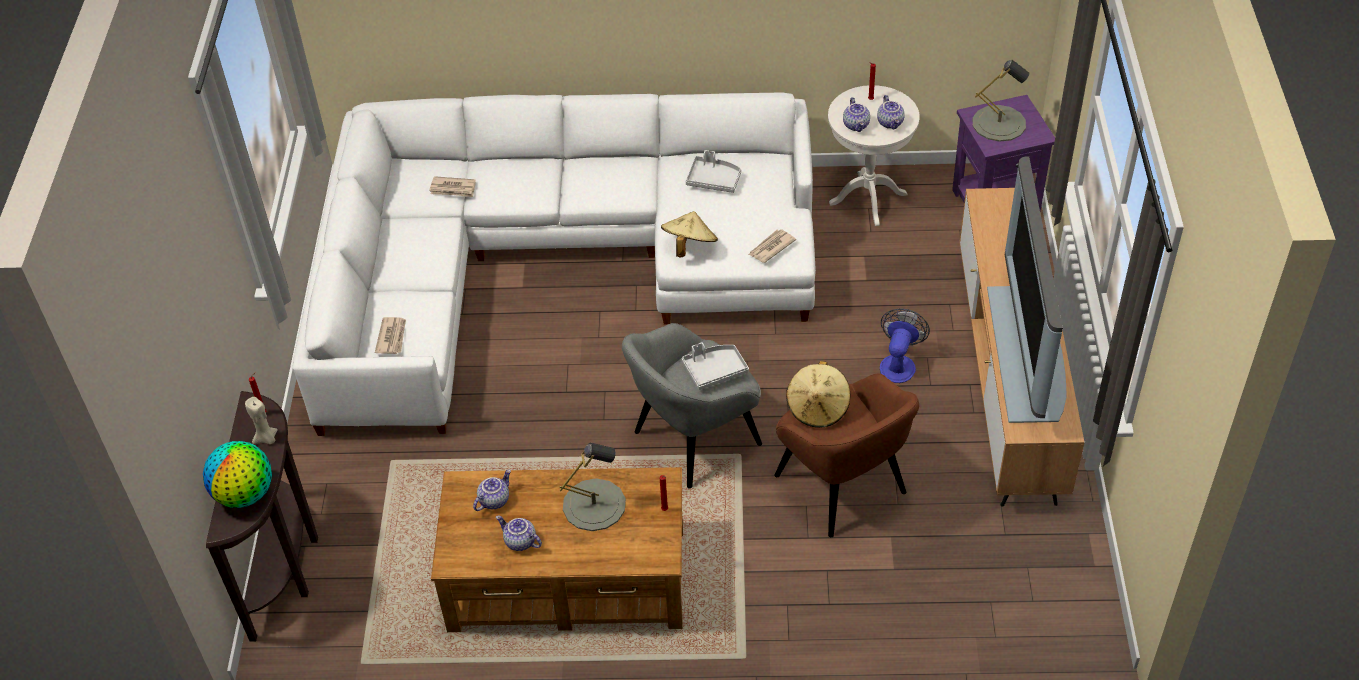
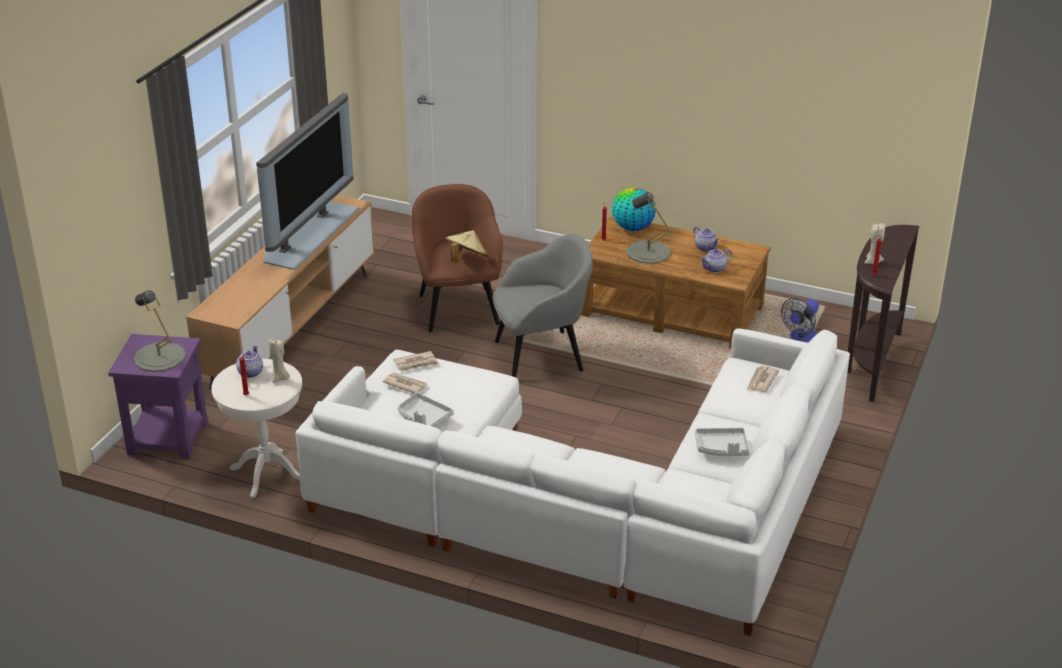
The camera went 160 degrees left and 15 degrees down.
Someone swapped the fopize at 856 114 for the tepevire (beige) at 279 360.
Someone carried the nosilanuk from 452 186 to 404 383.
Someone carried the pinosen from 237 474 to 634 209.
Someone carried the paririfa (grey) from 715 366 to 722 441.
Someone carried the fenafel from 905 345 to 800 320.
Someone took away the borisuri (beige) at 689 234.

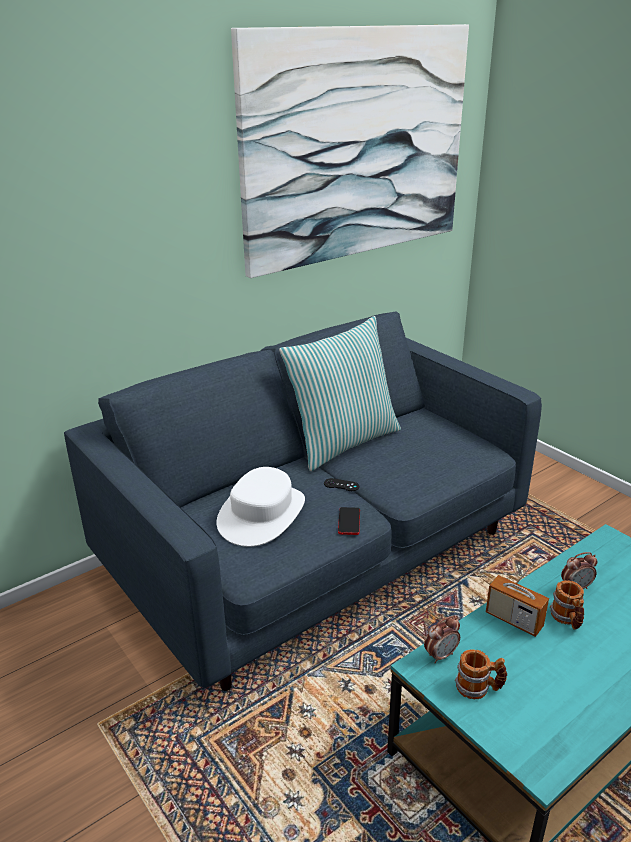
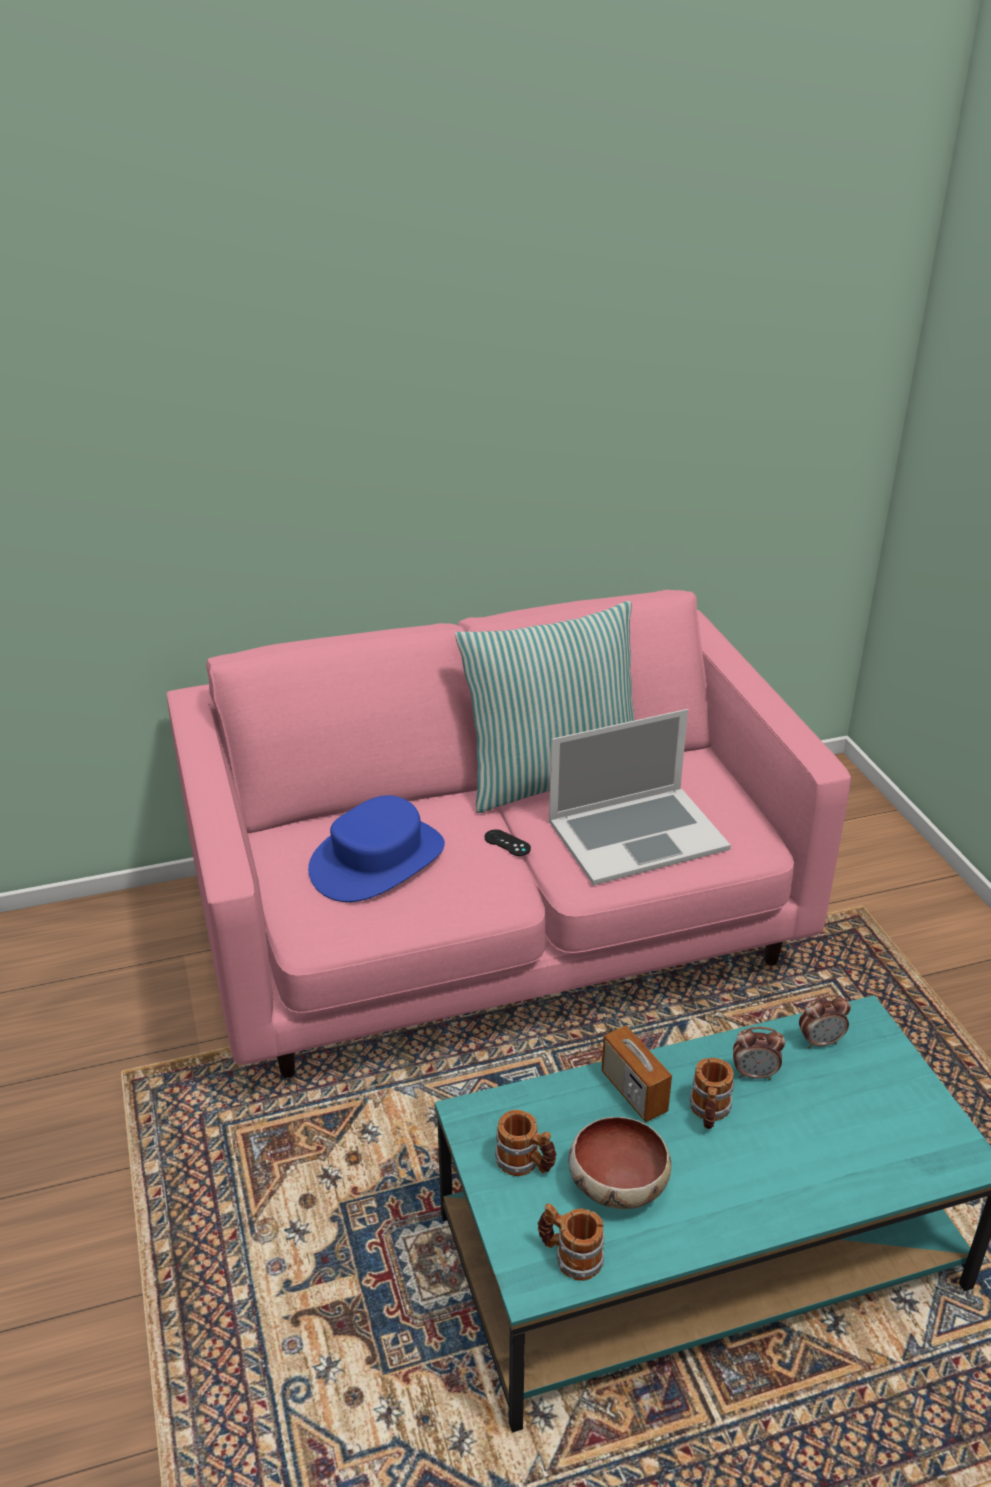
The camera went 20 degrees right and 5 degrees up.
Someone repainted the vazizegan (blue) at 303 501, which became the vazizegan (pink) at 509 834.
Someone repainted the borisuri (white) at 260 507, which became the borisuri (blue) at 376 848.
Someone put down the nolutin at 571 1242.
Someone put down the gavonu at 640 797.
Someone put down the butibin at 620 1163.
Someone carried the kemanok from 442 639 to 825 1022.
Someone took away the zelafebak at 350 151.
Someone took away the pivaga at 349 521.

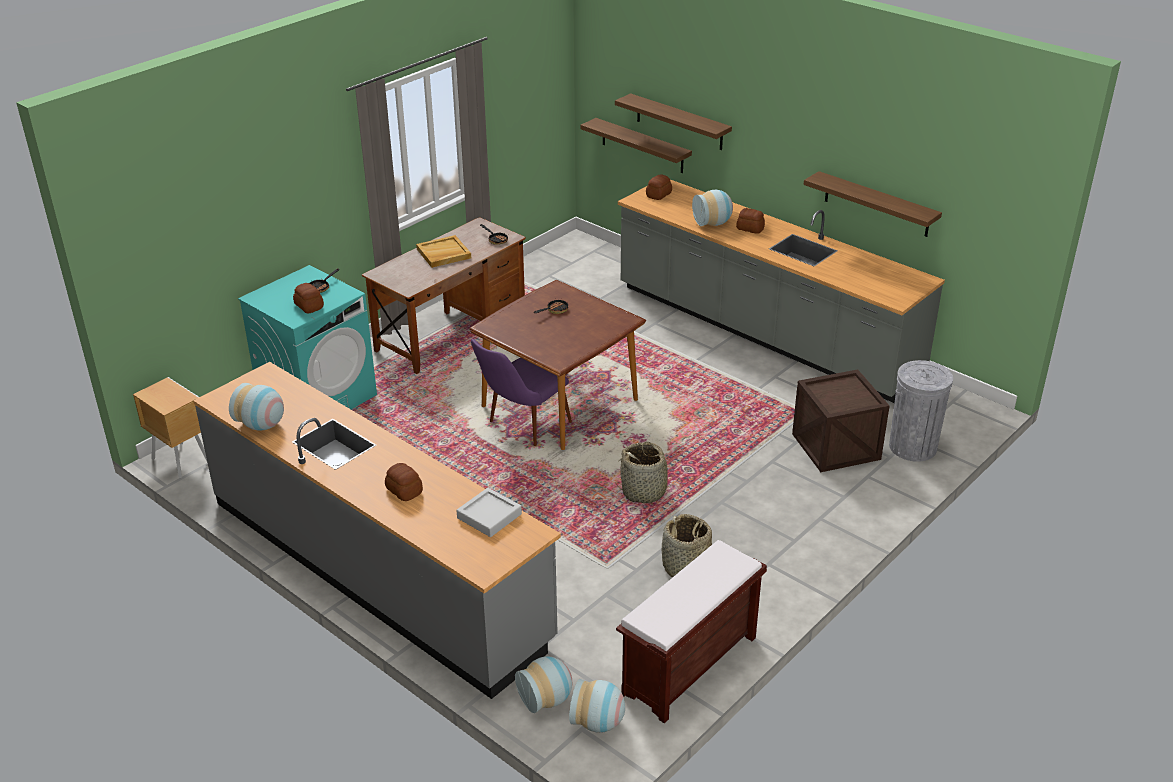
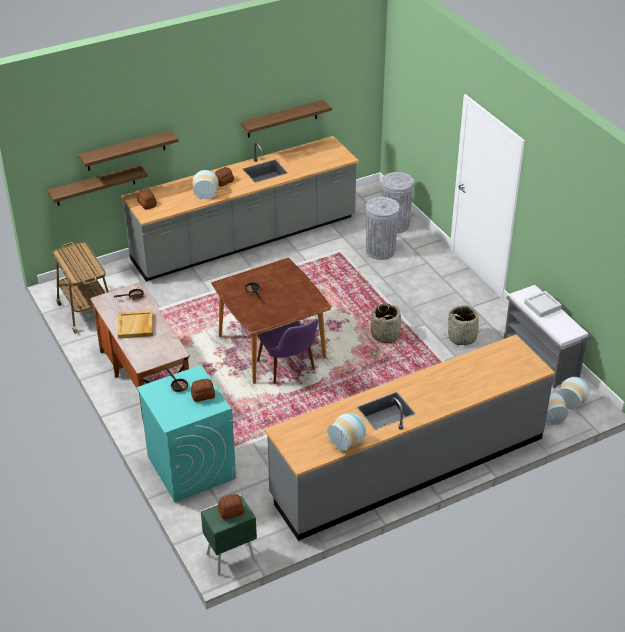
The camera went 70 degrees left and 5 degrees up.
Someone put down the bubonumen at 80 287.
Someone repainted the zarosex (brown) at 170 428, which became the zarosex (green) at 229 535.
Someone carried the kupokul from 404 482 to 231 507.
Someone swapped the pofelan at 841 420 for the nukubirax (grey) at 382 228.
Someone repainted the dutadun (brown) at 691 631, which became the dutadun (grey) at 547 336.
Someone carried the paririfa (grey) from 489 512 to 543 304.

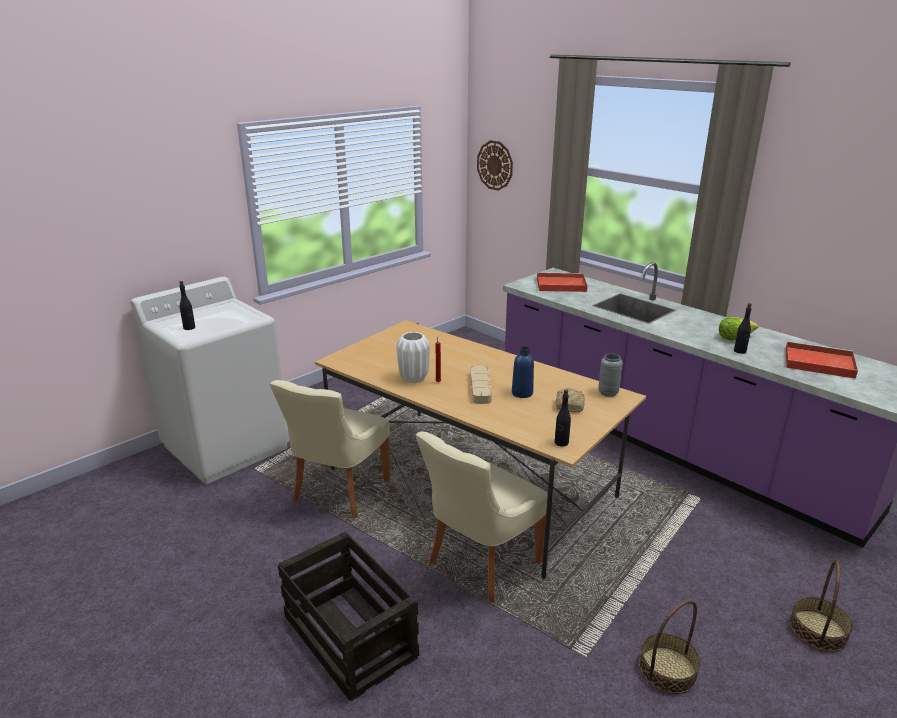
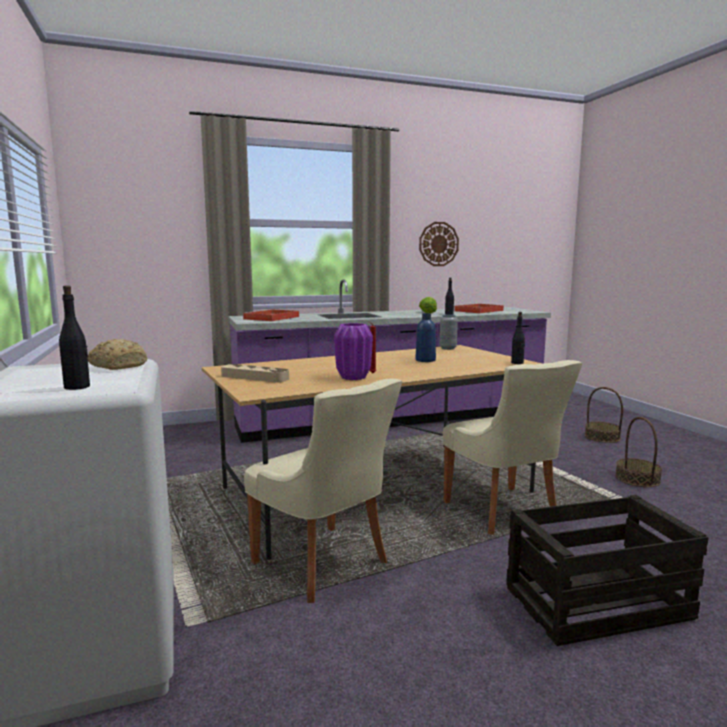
The camera went 65 degrees left and 15 degrees down.
Someone carried the kupokul from 570 400 to 117 354.
Someone carried the paririfa (beige) from 481 385 to 255 373.
Someone repainted the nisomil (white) at 413 357, which became the nisomil (purple) at 353 351.
Someone carried the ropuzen from 495 165 to 439 244.

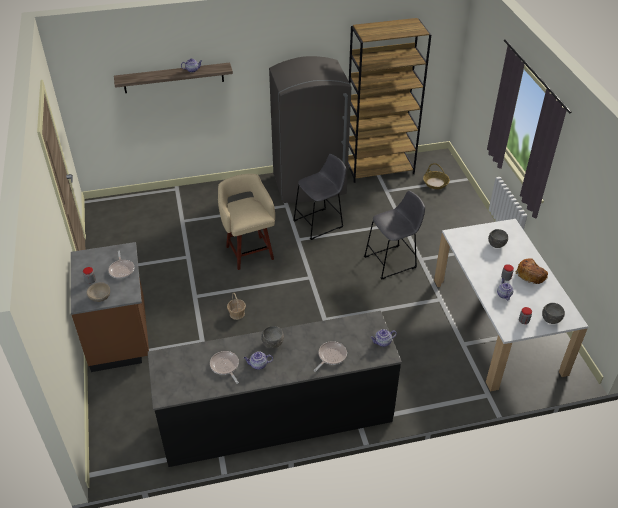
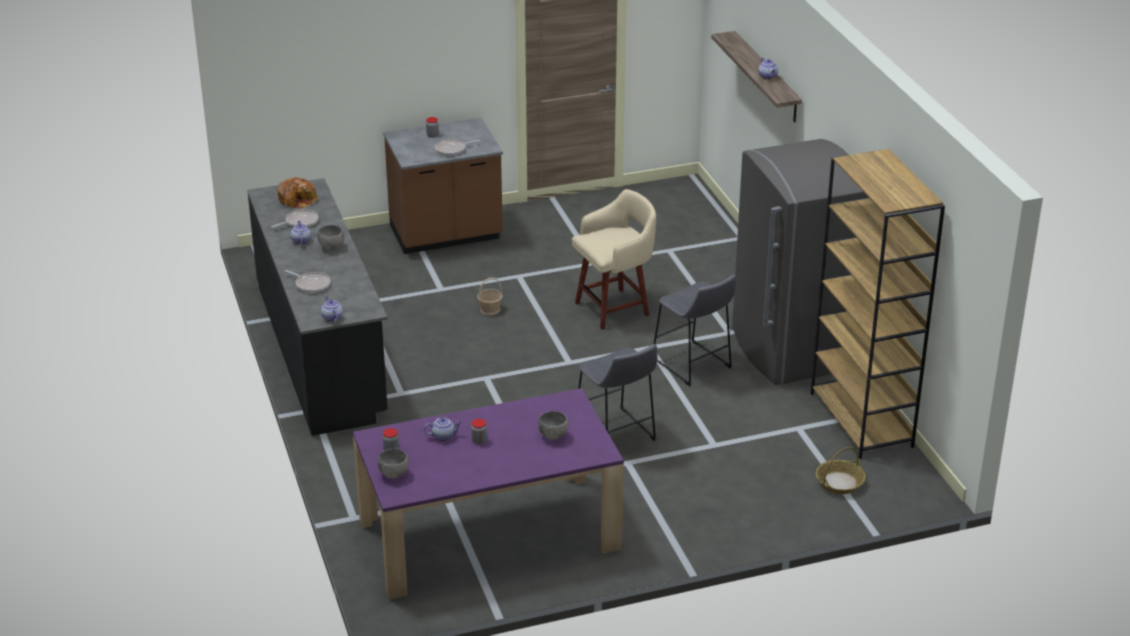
The camera went 85 degrees right and 10 degrees down.
Someone carried the kupokul from 531 271 to 298 193.
Someone repainted the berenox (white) at 511 305, which became the berenox (purple) at 488 494.
Someone took away the butibin (beige) at 98 292.

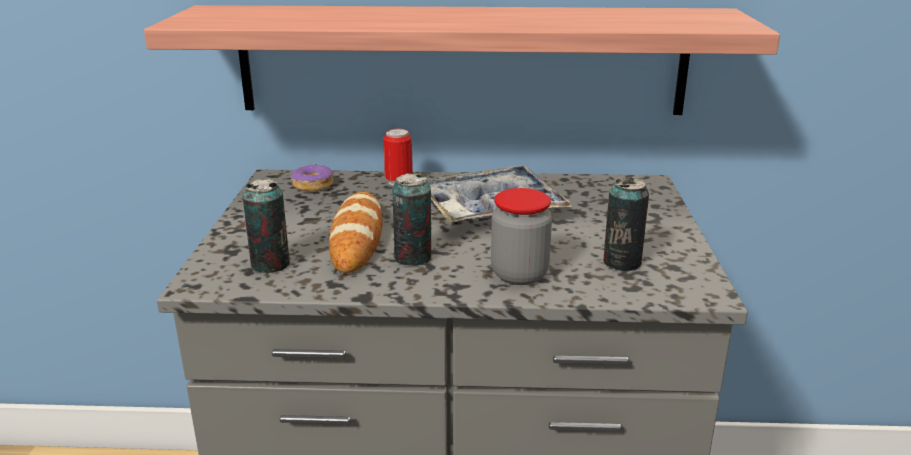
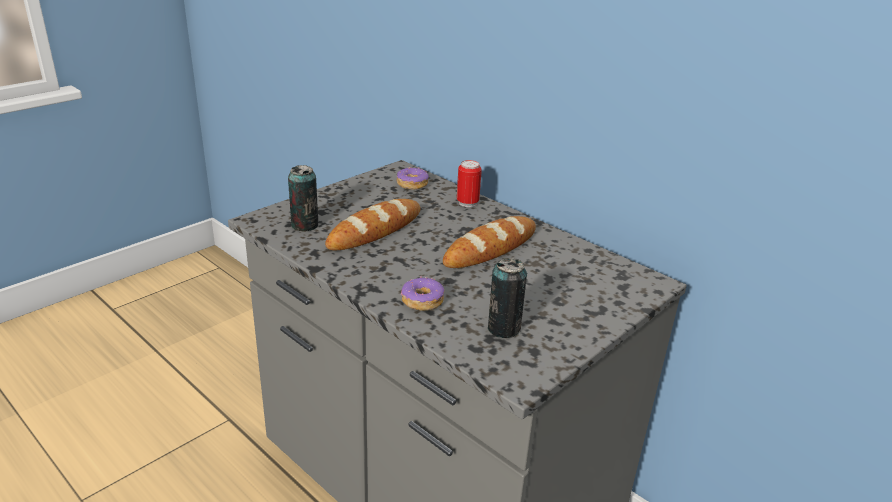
The camera went 40 degrees right and 5 degrees up.
Someone swapped the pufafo at 521 236 for the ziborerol at 423 293.
Someone swapped the paririfa at 499 195 for the kupokul at 489 242.
Someone took away the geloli at 462 60.
Someone took away the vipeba at 411 219.

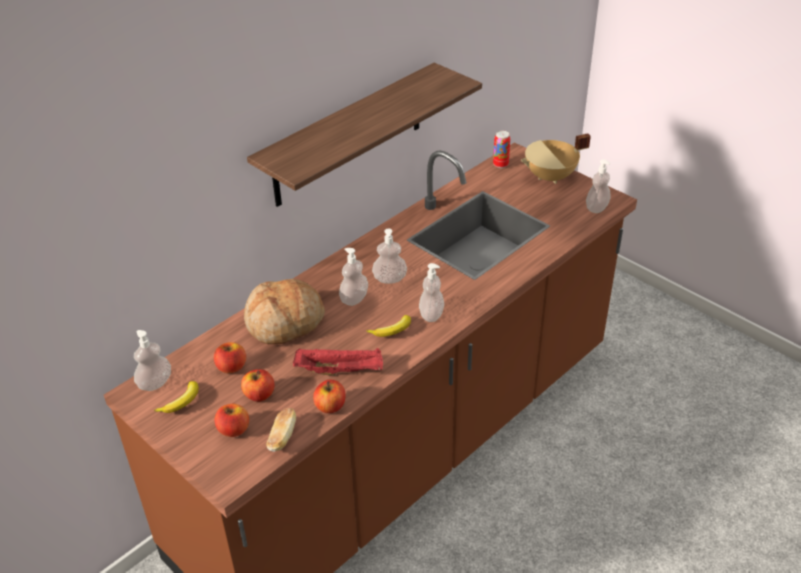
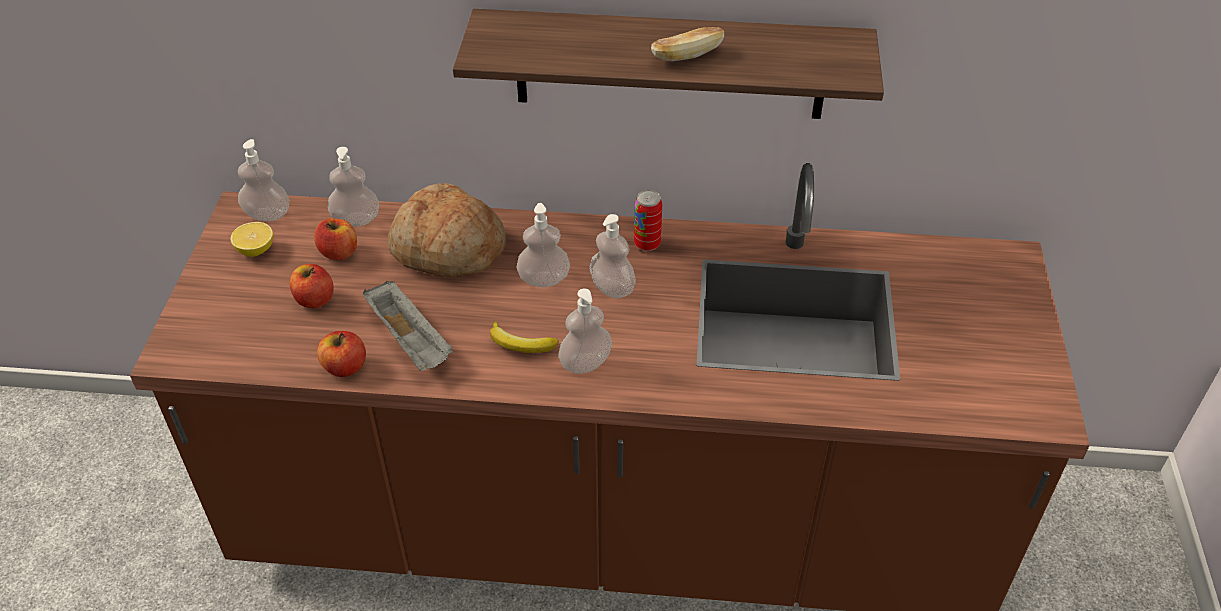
The camera went 50 degrees right and 5 degrees up.
Someone swapped the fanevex at 176 397 for the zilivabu at 251 239.
Someone carried the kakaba from 598 186 to 353 187.
Someone repainted the paririfa (red) at 338 362, which became the paririfa (grey) at 408 326.
Someone carried the vipeba from 501 149 to 648 220.
Someone carried the kupokul from 281 430 to 687 44.
Someone took away the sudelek at 232 420.
Someone took away the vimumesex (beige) at 556 158.

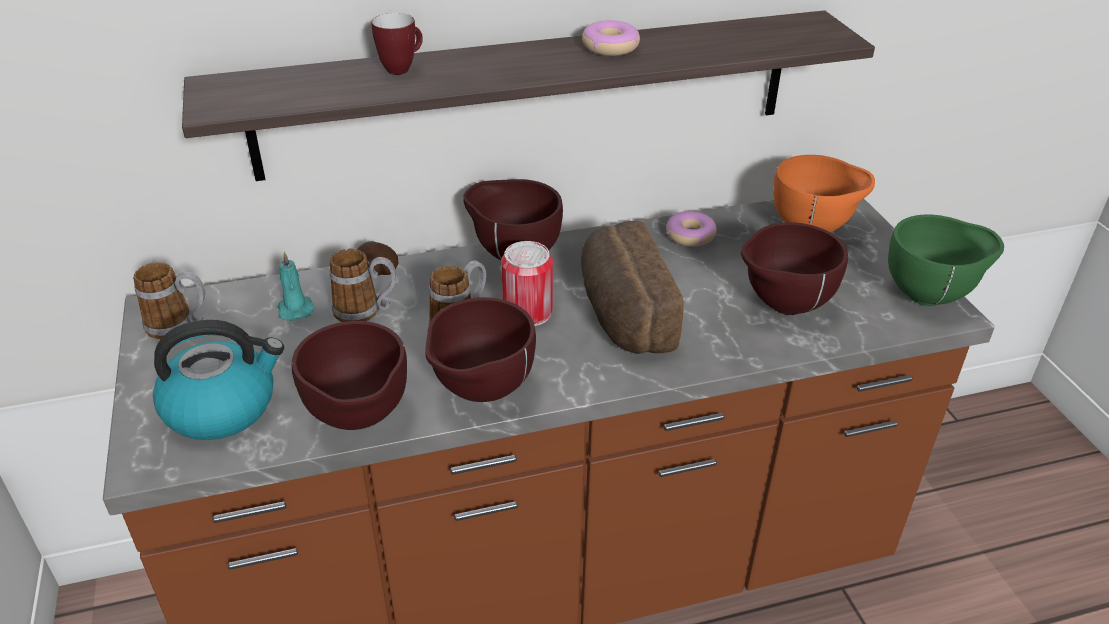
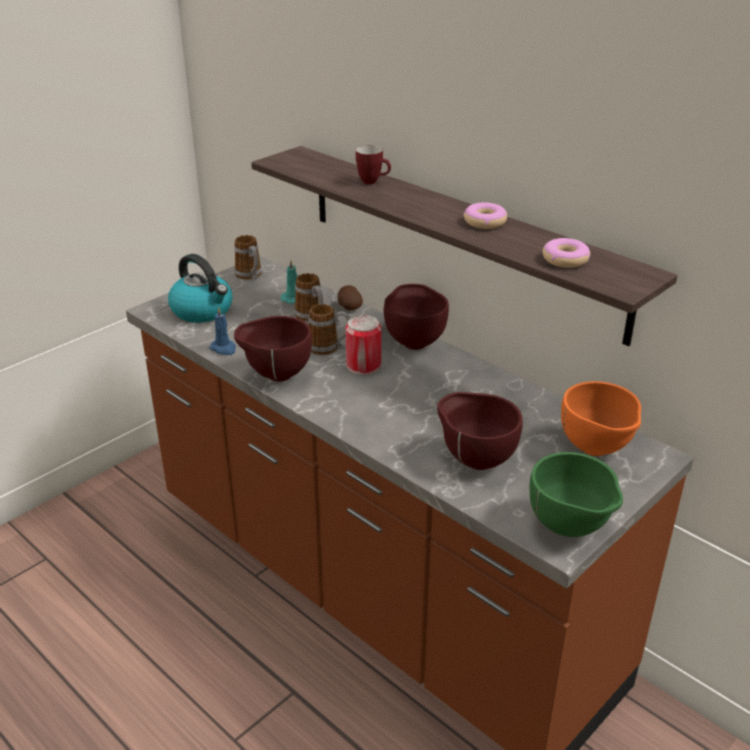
The camera went 60 degrees right and 5 degrees down.
Someone swapped the butibin (brown) at 349 375 for the tepevire (blue) at 222 330.
Someone carried the ziborerol from 691 229 to 566 253.
Someone took away the kupokul at 632 287.

